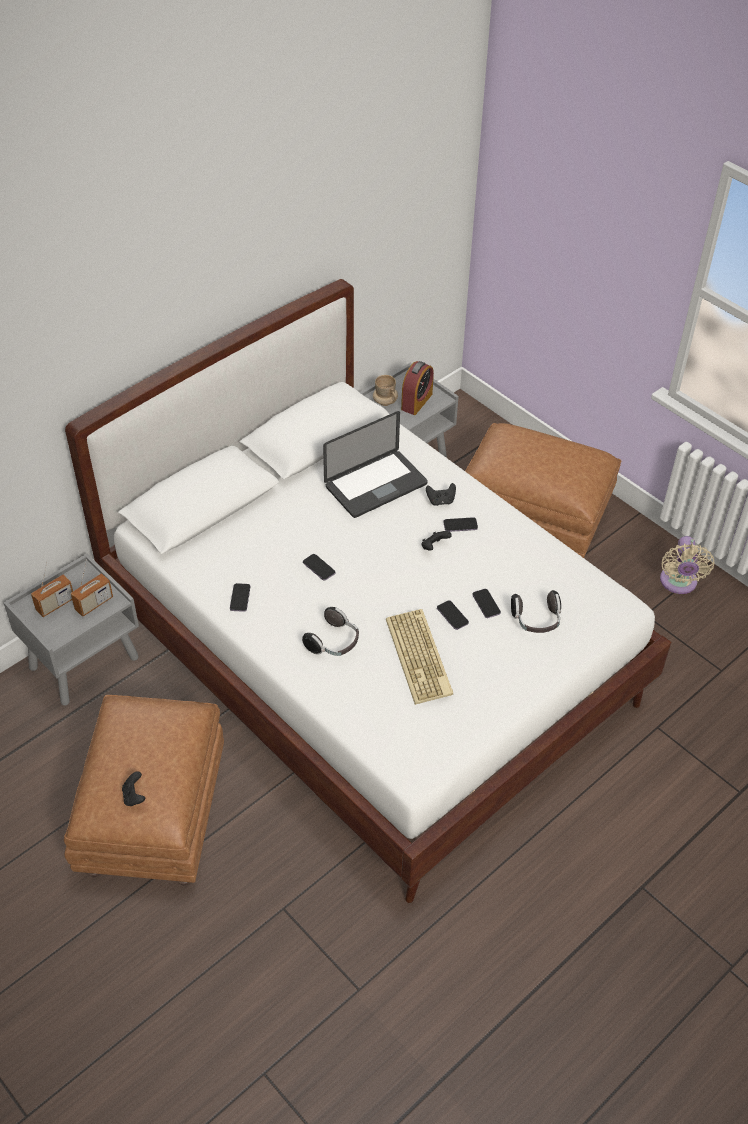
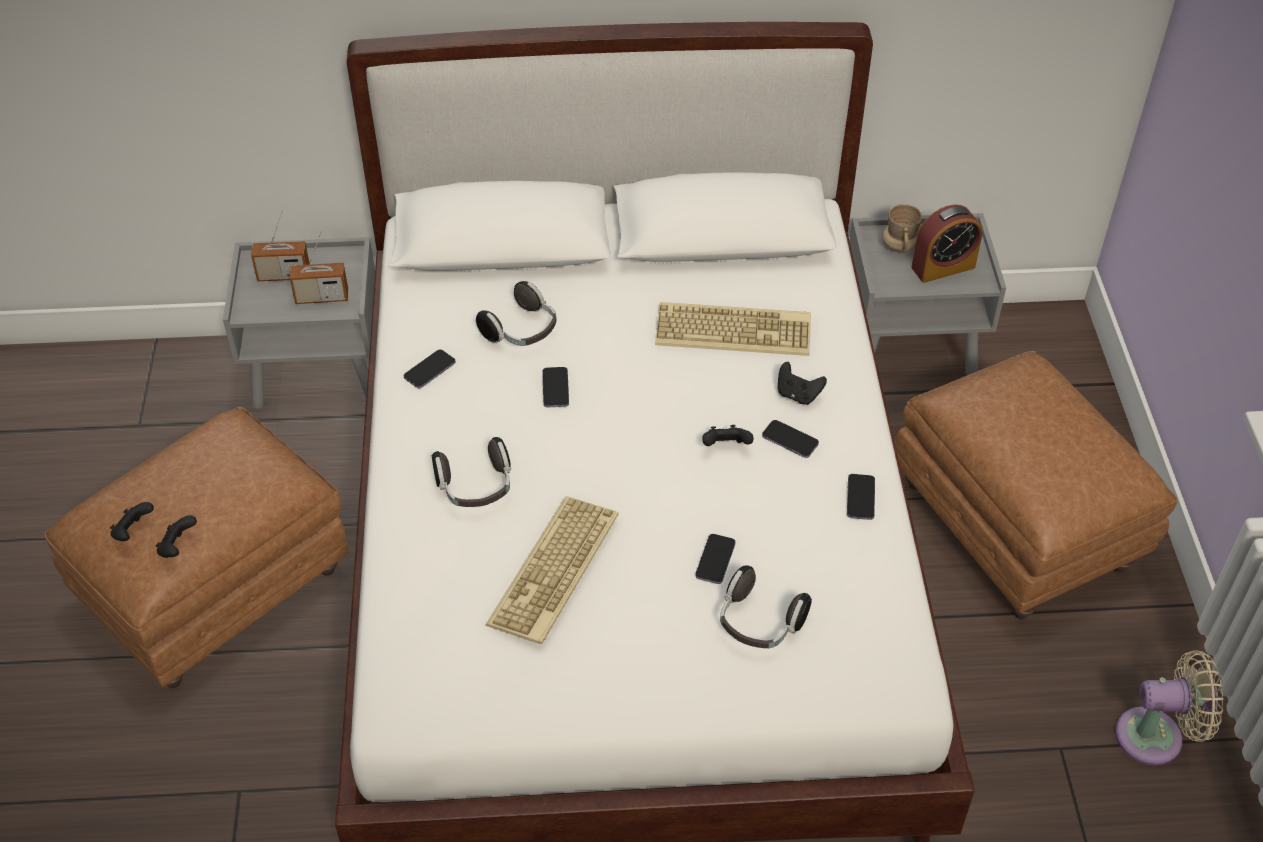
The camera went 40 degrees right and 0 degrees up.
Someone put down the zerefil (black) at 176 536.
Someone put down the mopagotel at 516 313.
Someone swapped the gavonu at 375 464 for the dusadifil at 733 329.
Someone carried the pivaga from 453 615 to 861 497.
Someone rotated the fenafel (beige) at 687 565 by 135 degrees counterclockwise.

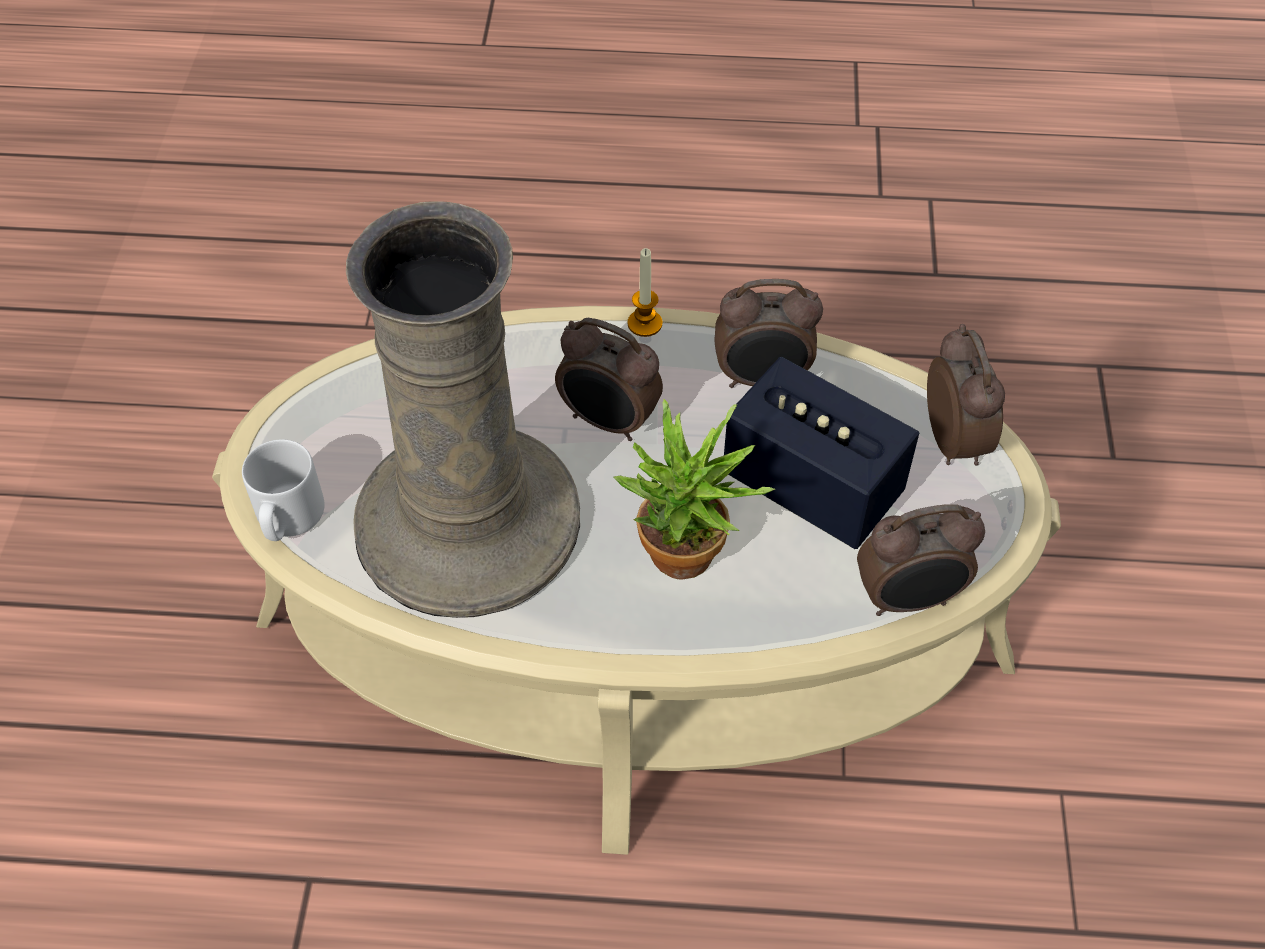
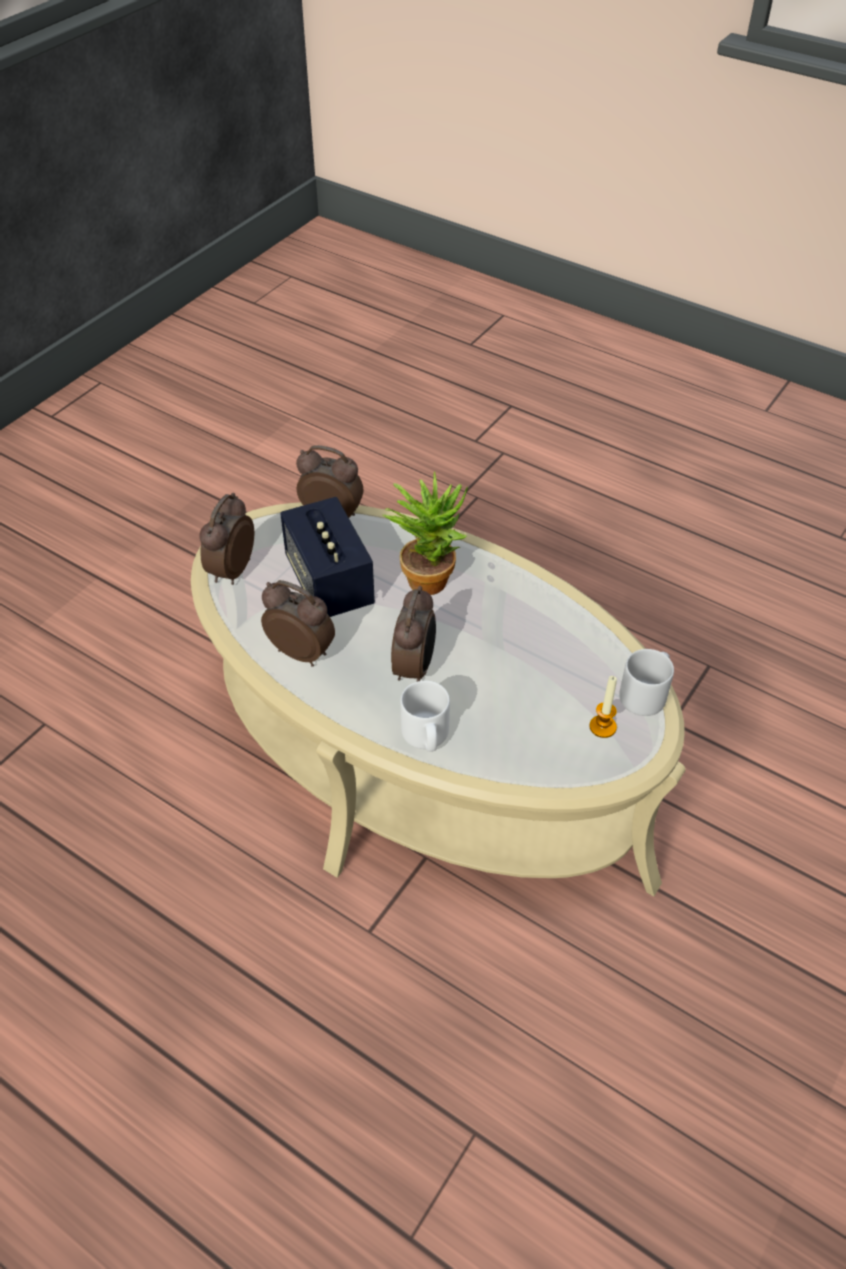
The camera went 150 degrees left and 5 degrees down.
Someone rotated the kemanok at 609 379 by 45 degrees clockwise.
Someone put down the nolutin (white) at 425 716.
Someone carried the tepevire from 645 292 to 603 707.
Someone took away the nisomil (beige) at 463 409.

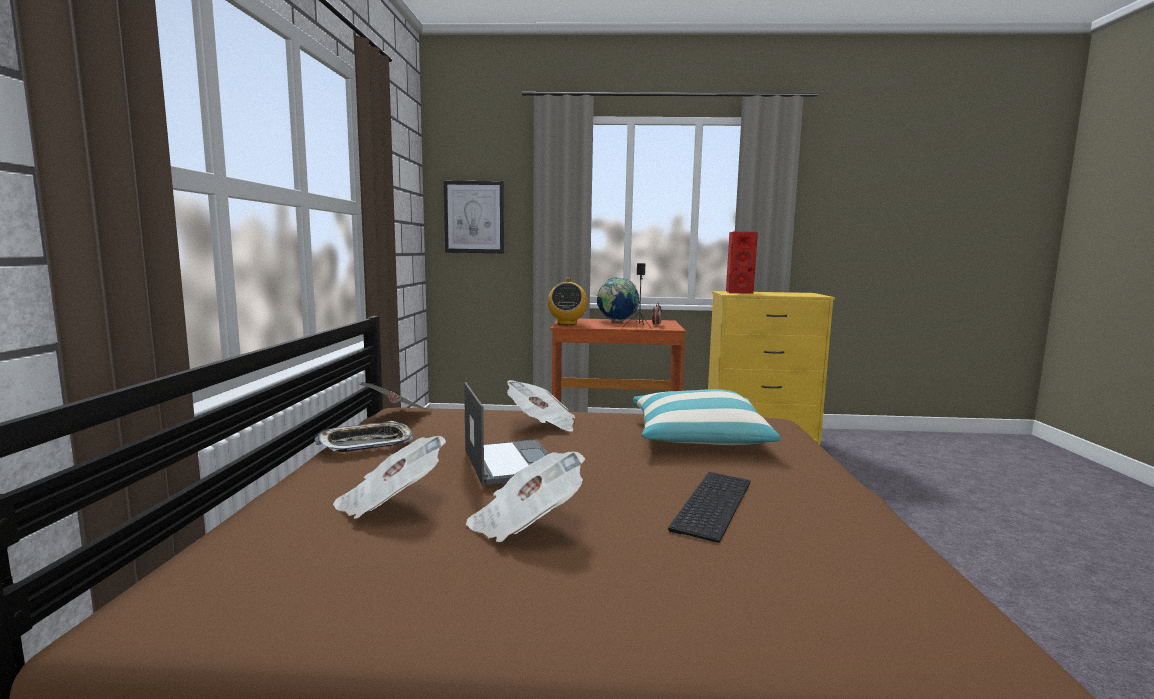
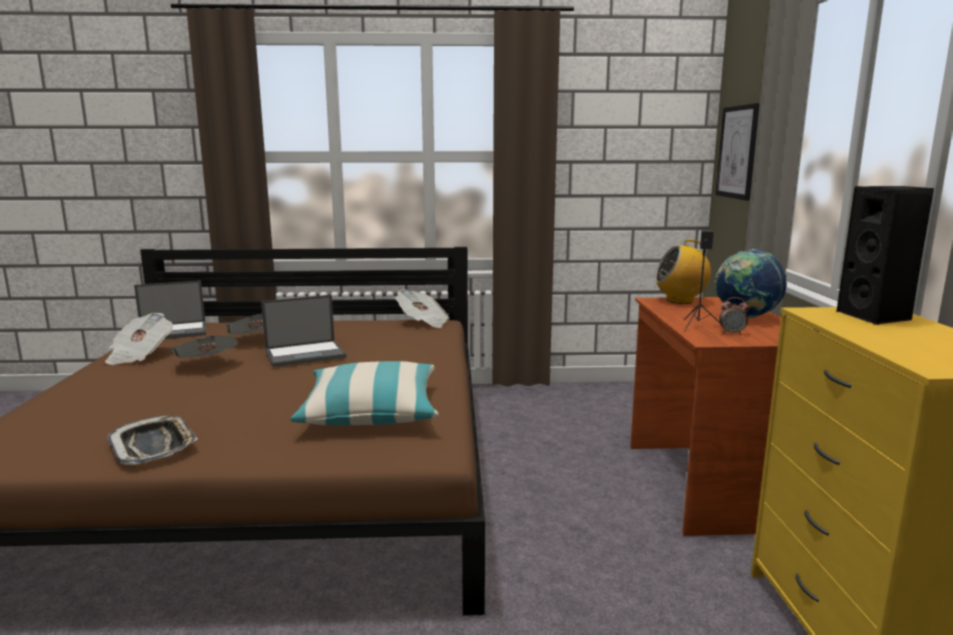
The camera went 85 degrees right and 5 degrees up.
Someone carried the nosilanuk from 541 406 to 139 339.
Someone carried the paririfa from 363 436 to 153 440.
Someone put down the gavonu at 170 309.
Someone repainted the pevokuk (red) at 742 262, which became the pevokuk (black) at 885 255.
Someone took away the dusadifil at 709 507.

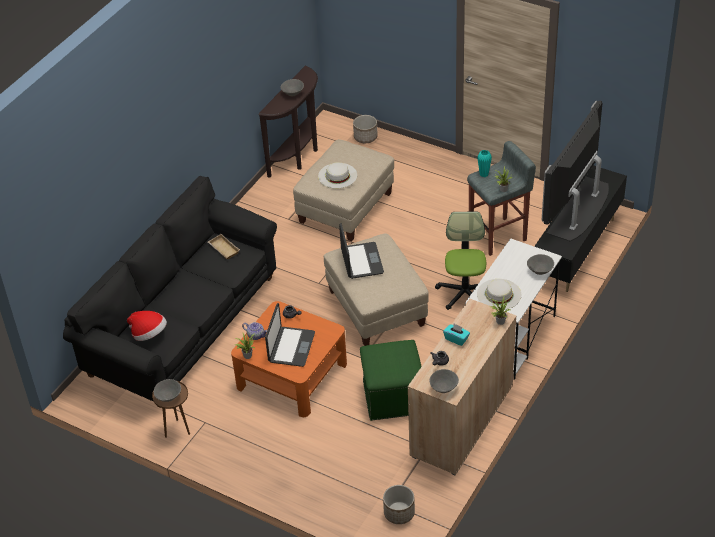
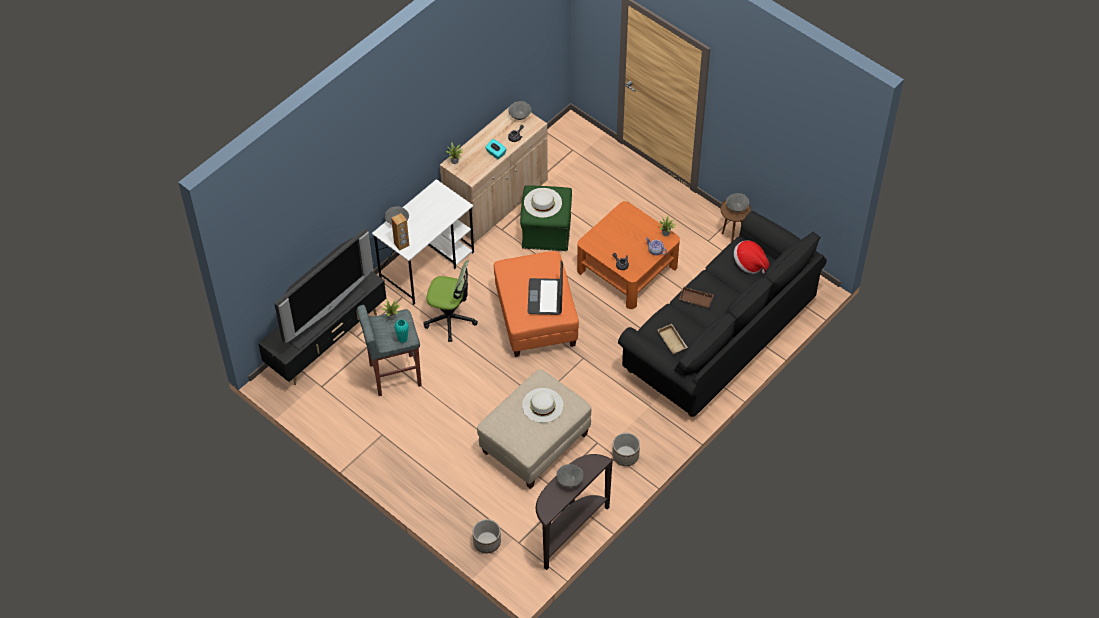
The camera went 170 degrees left and 10 degrees up.
Someone put down the pevokuk (brown) at 400 232.
Someone rotated the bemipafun at 460 261 by 90 degrees counterclockwise.
Someone repainted the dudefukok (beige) at 376 289, which became the dudefukok (orange) at 536 304.
Someone carried the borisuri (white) from 499 294 to 543 203.
Someone carried the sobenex from 399 504 to 626 449.
Someone put down the paririfa (brown) at 696 297.
Someone took away the gavonu at 290 335.

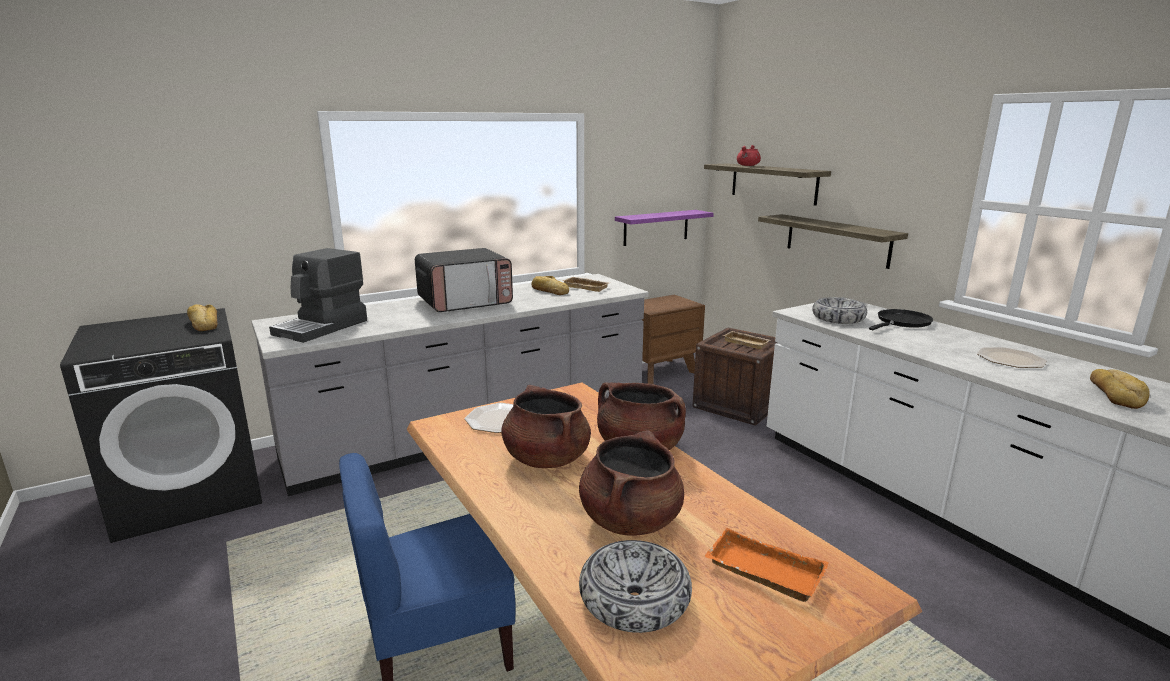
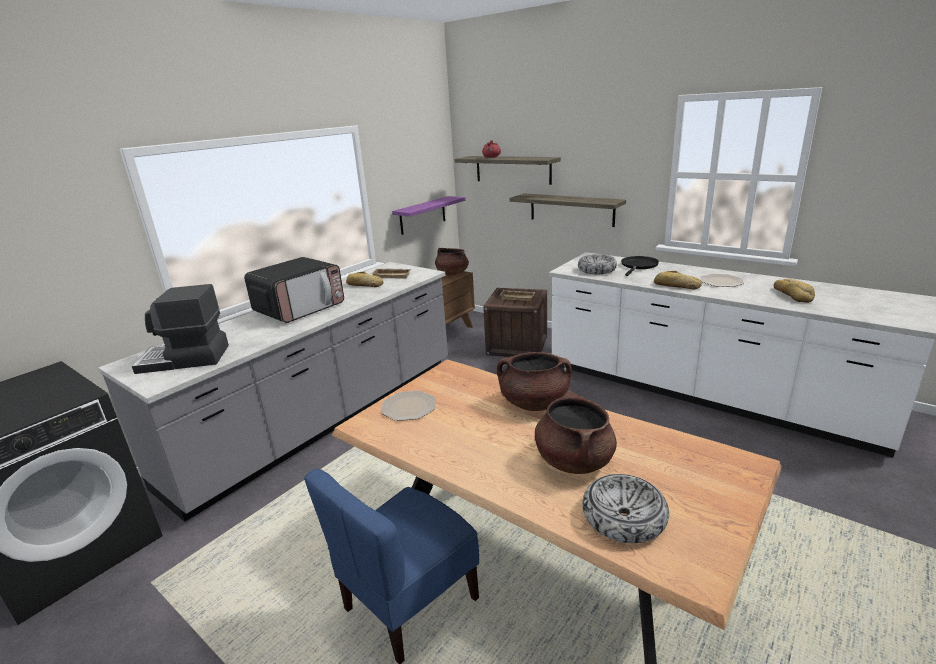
The camera went 20 degrees left and 5 degrees up.
Someone rotated the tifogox at 318 295 by 75 degrees clockwise.
Someone carried the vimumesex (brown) from 546 426 to 452 261.
Someone carried the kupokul from 202 317 to 678 280.
Someone took away the paririfa (orange) at 766 565.

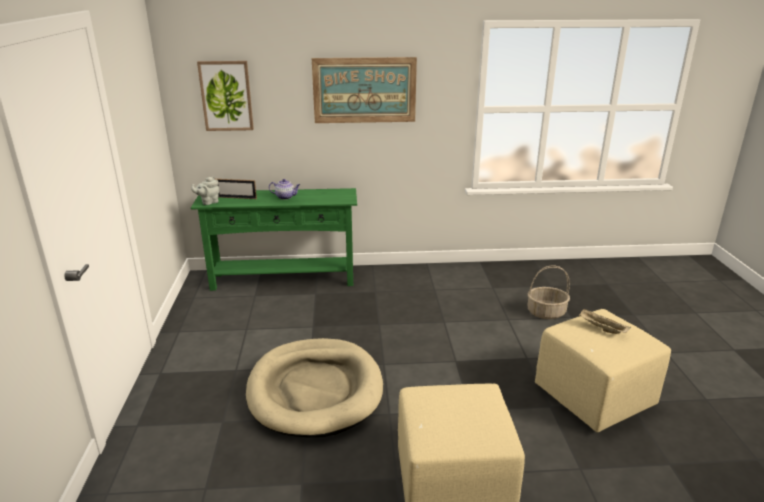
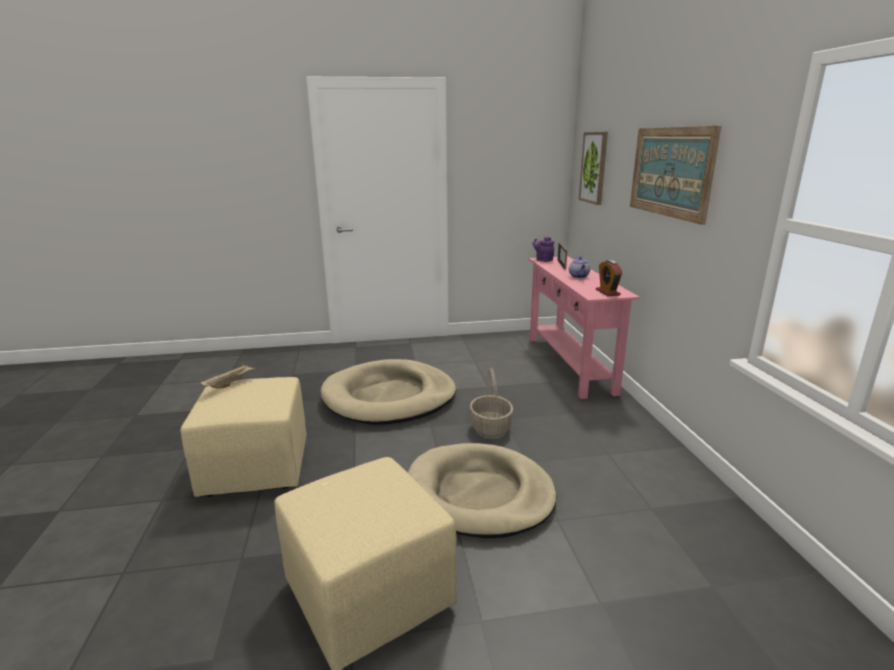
The camera went 85 degrees right and 5 degrees down.
Someone carried the paririfa (beige) from 605 321 to 228 376.
Someone put down the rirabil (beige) at 482 490.
Someone carried the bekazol from 549 292 to 491 402.
Someone repainted the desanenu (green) at 274 239, which became the desanenu (pink) at 584 327.
Someone repainted the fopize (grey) at 205 190, which became the fopize (purple) at 543 249.
Someone put down the kemanok at 609 278.

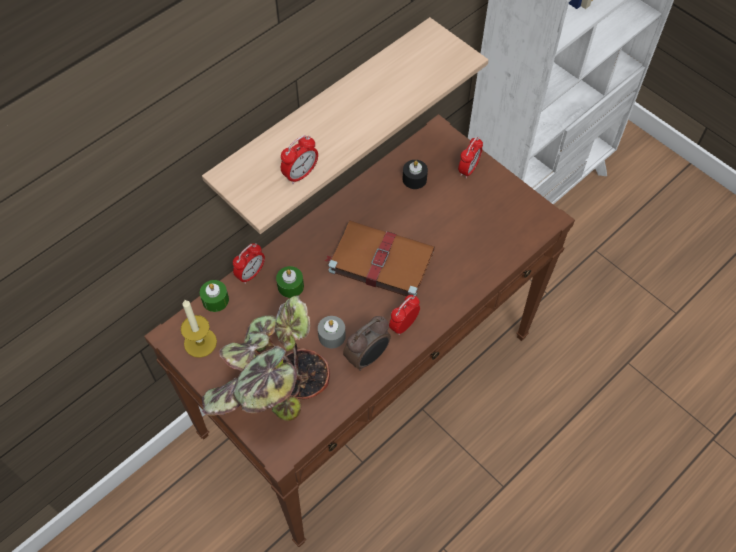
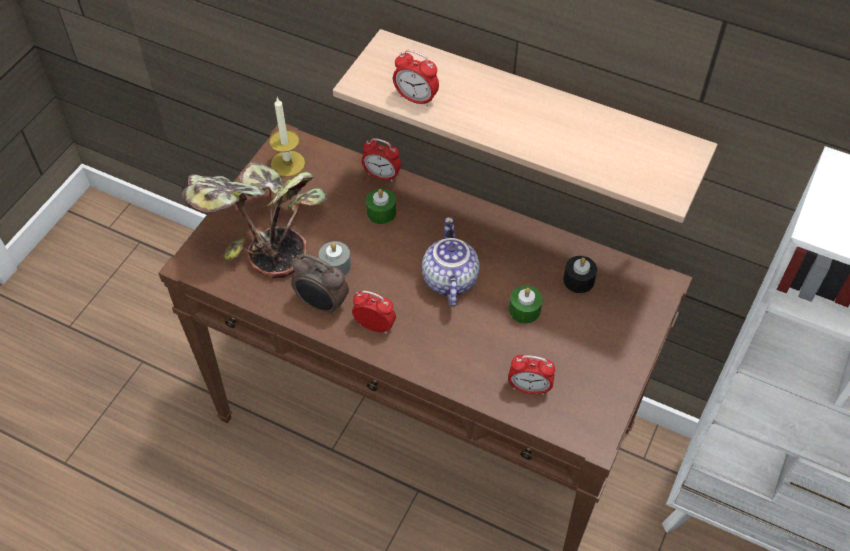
The camera went 70 degrees right and 5 degrees down.
Someone swapped the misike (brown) at 379 258 for the fopize at 451 262.
Someone carried the kemanok from 470 158 to 531 375.
Someone carried the tepevire (green) from 214 296 to 526 304.

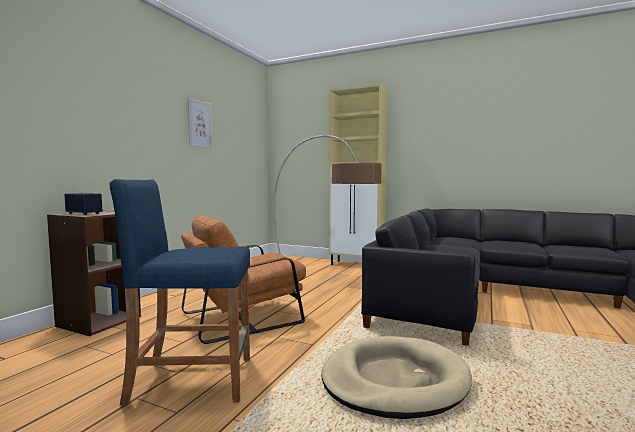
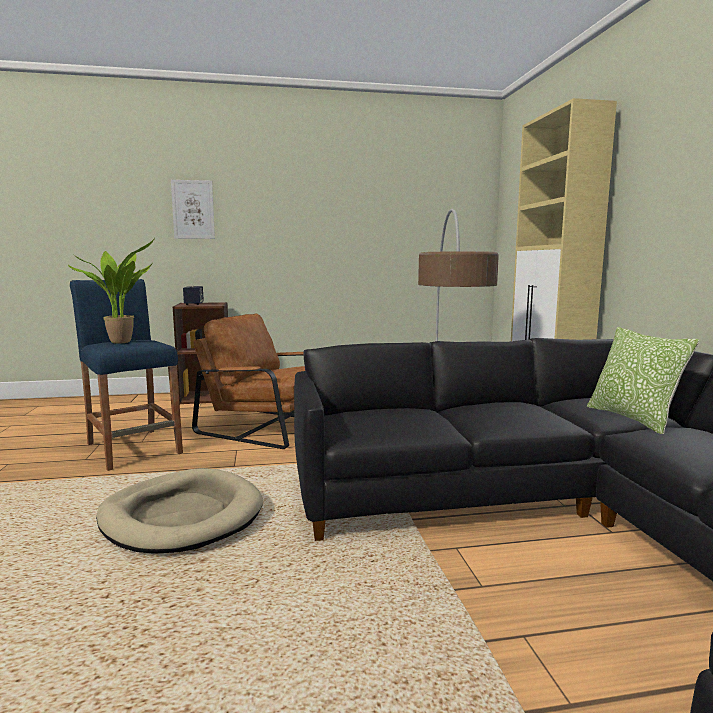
The camera went 55 degrees right and 5 degrees up.
Someone put down the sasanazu at 111 291.
Someone carried the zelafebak from 200 123 to 193 209.
Someone put down the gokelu at 643 380.

